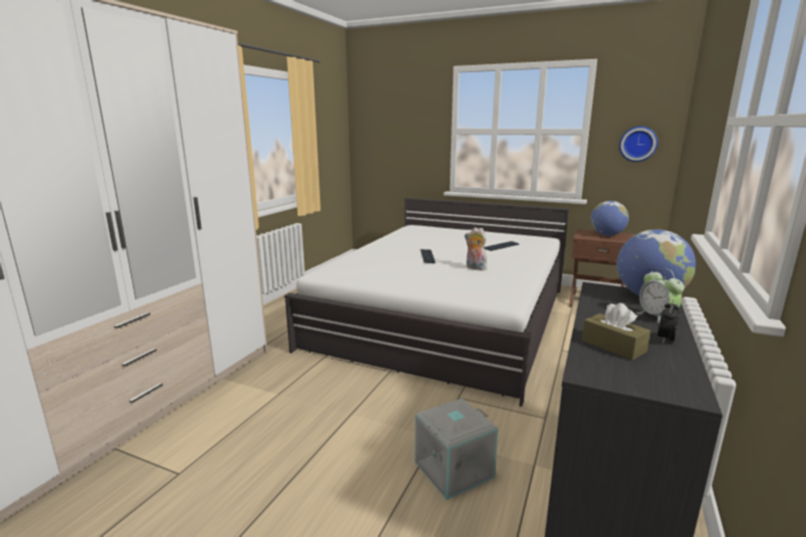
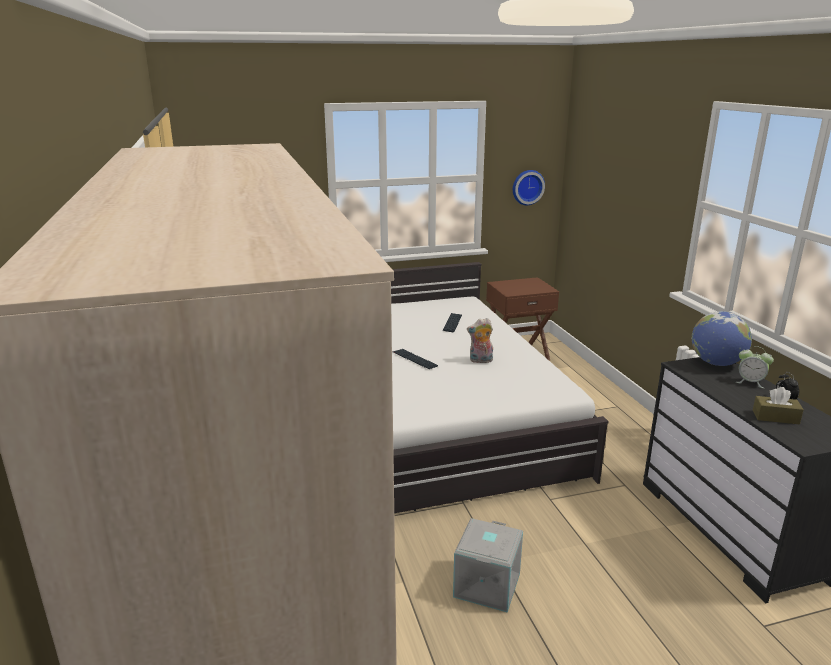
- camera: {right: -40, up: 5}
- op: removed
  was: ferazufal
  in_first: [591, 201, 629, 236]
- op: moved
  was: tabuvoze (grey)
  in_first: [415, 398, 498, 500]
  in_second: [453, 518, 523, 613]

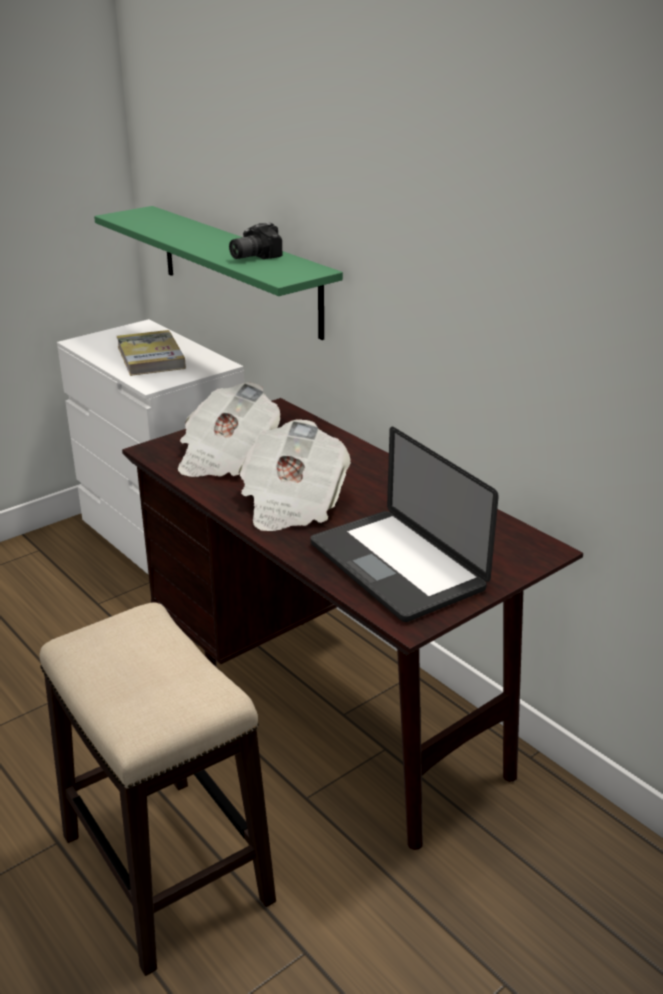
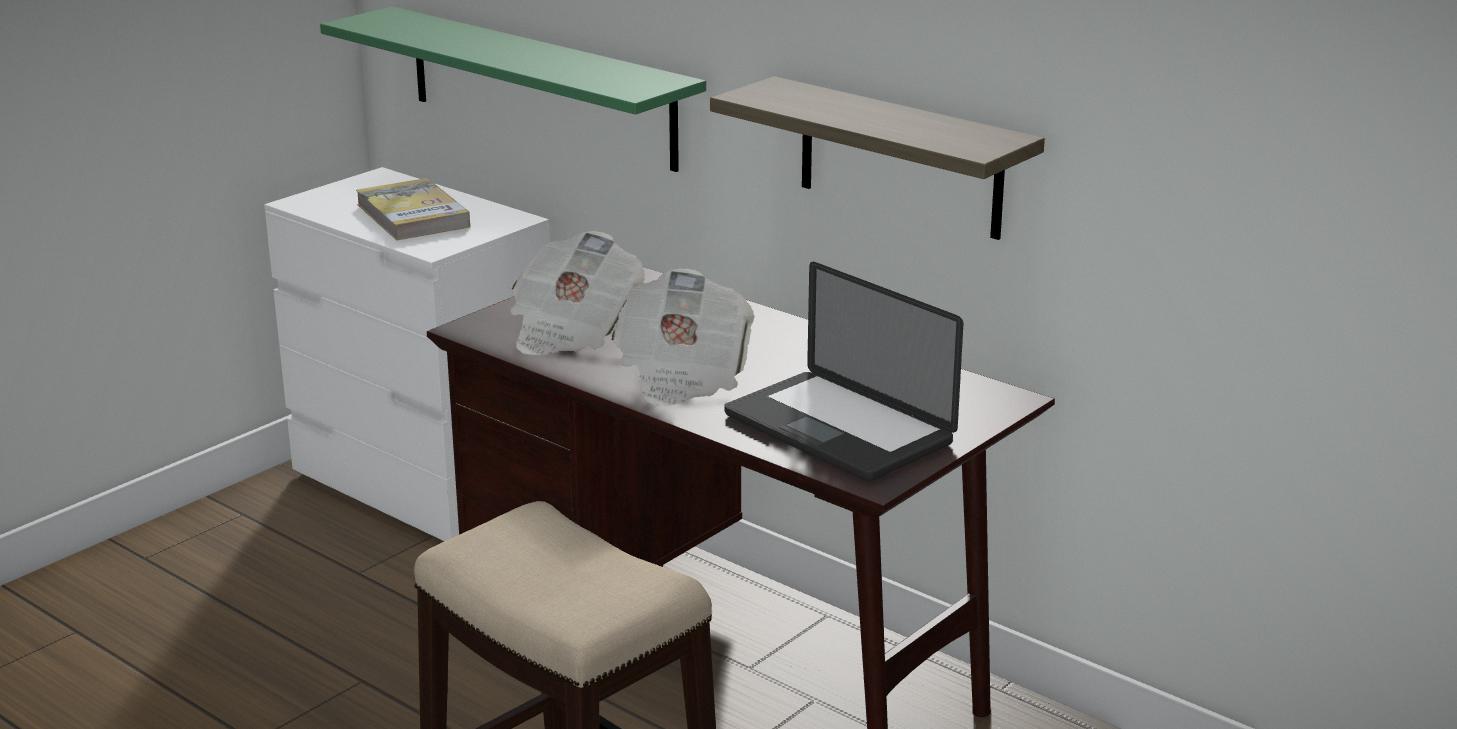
- camera: {right: -10, up: -5}
- op: removed
  was: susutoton
  in_first: [229, 222, 282, 259]
- op: added
  now: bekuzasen
  in_second: [710, 76, 1045, 240]

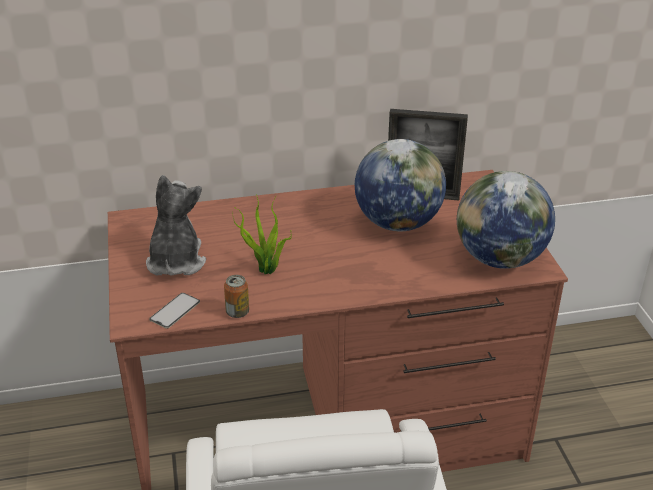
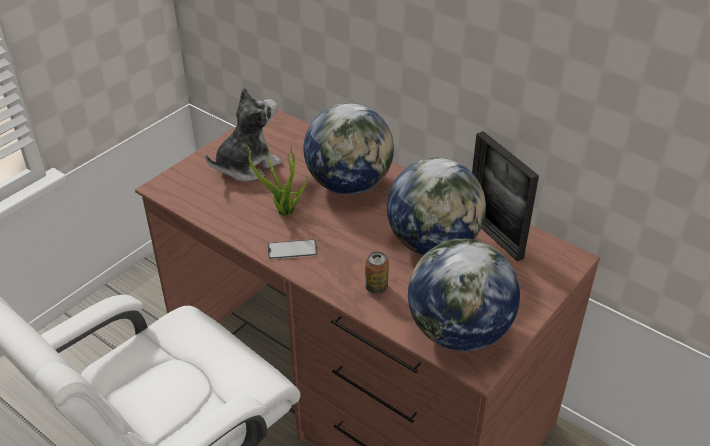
- camera: {right: 50, up: 5}
- op: moved
  was: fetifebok
  in_first: [224, 275, 249, 318]
  in_second: [365, 251, 389, 294]
- op: moved
  was: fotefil
  in_first: [149, 293, 200, 329]
  in_second: [268, 239, 317, 259]
- op: added
  now: ferazufal
  in_second: [304, 103, 394, 195]

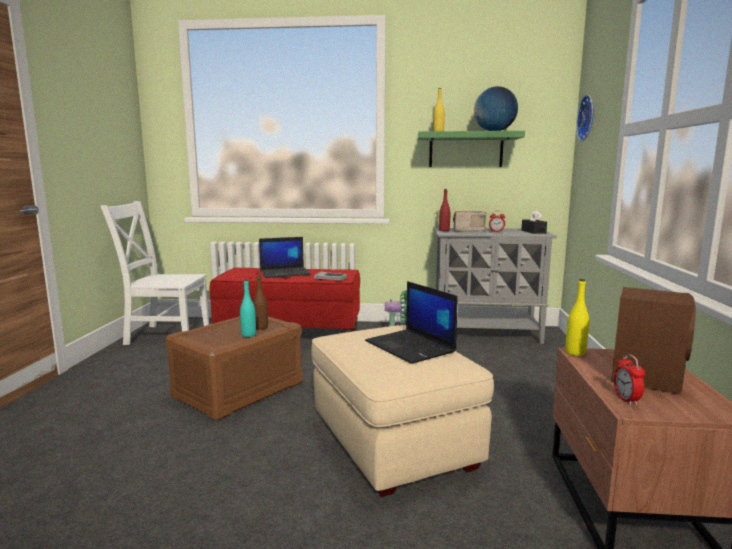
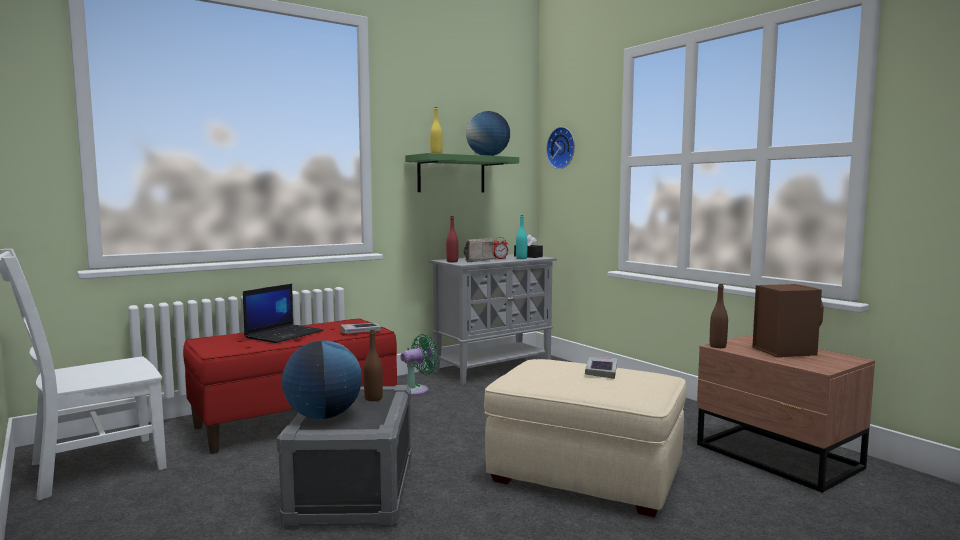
- camera: {right: -40, up: -5}
- op: moved
  was: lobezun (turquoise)
  in_first: [240, 279, 256, 337]
  in_second: [516, 215, 527, 259]
- op: recoloured
  was: lobezun (yellow)
  now: lobezun (brown)
  in_first: [566, 279, 589, 356]
  in_second: [710, 284, 728, 348]
- op: replaced
  was: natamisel
  now: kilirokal
  in_first: [365, 281, 458, 364]
  in_second: [585, 357, 618, 379]
- op: recoloured
  was: tabuvoze (brown)
  now: tabuvoze (grey)
  in_first: [165, 316, 302, 421]
  in_second: [277, 385, 412, 528]
- op: removed
  was: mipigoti
  in_first: [614, 354, 645, 405]
- op: added
  now: ferazufal
  in_second: [282, 340, 362, 419]

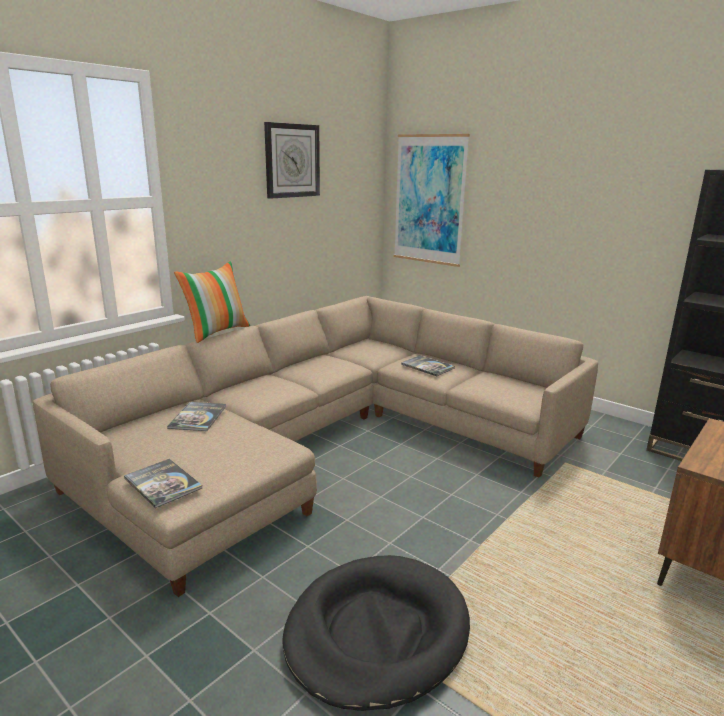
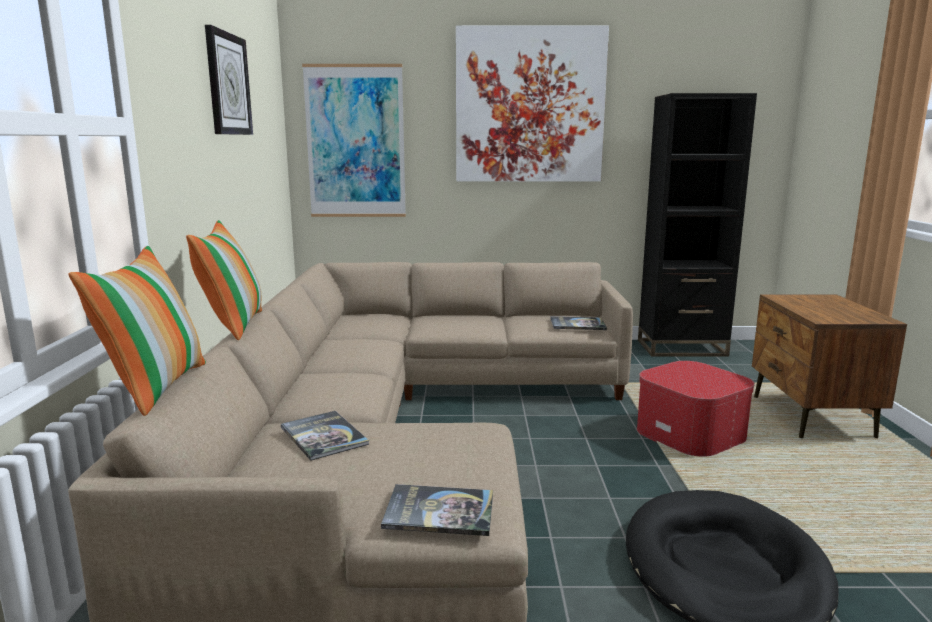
- camera: {right: -40, up: -5}
- op: moved
  was: kilirokal
  in_first: [401, 355, 455, 376]
  in_second: [550, 316, 607, 330]
- op: added
  now: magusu
  in_second: [456, 26, 609, 182]
- op: added
  now: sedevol
  in_second: [68, 246, 206, 416]
- op: added
  now: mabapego
  in_second: [637, 361, 755, 457]

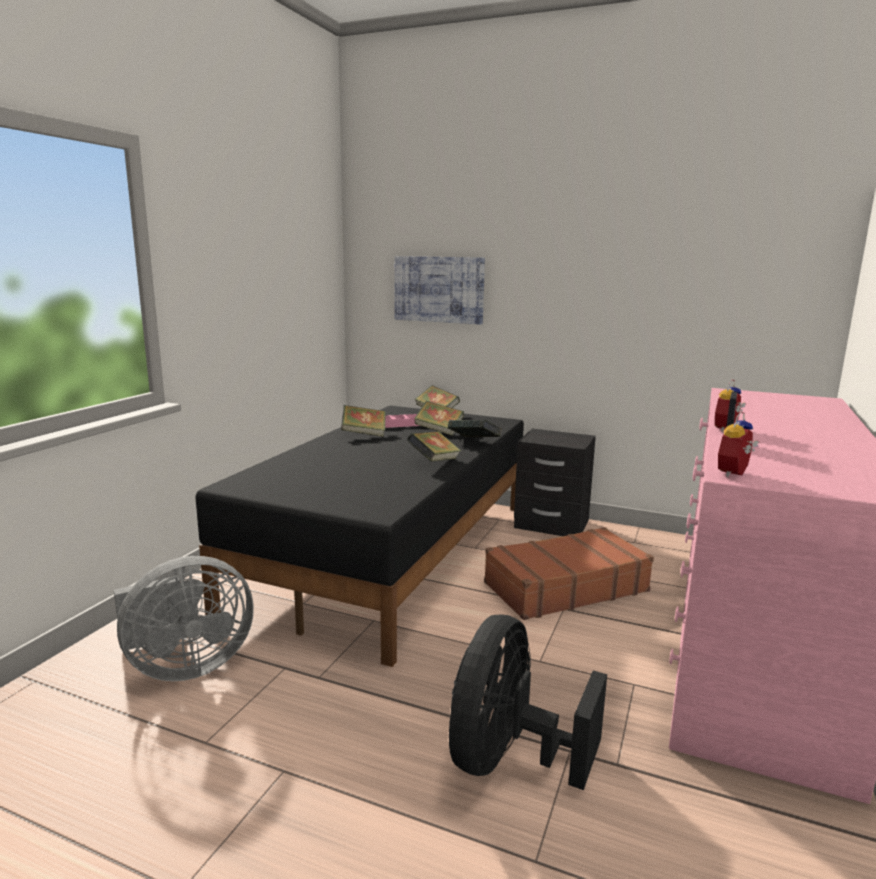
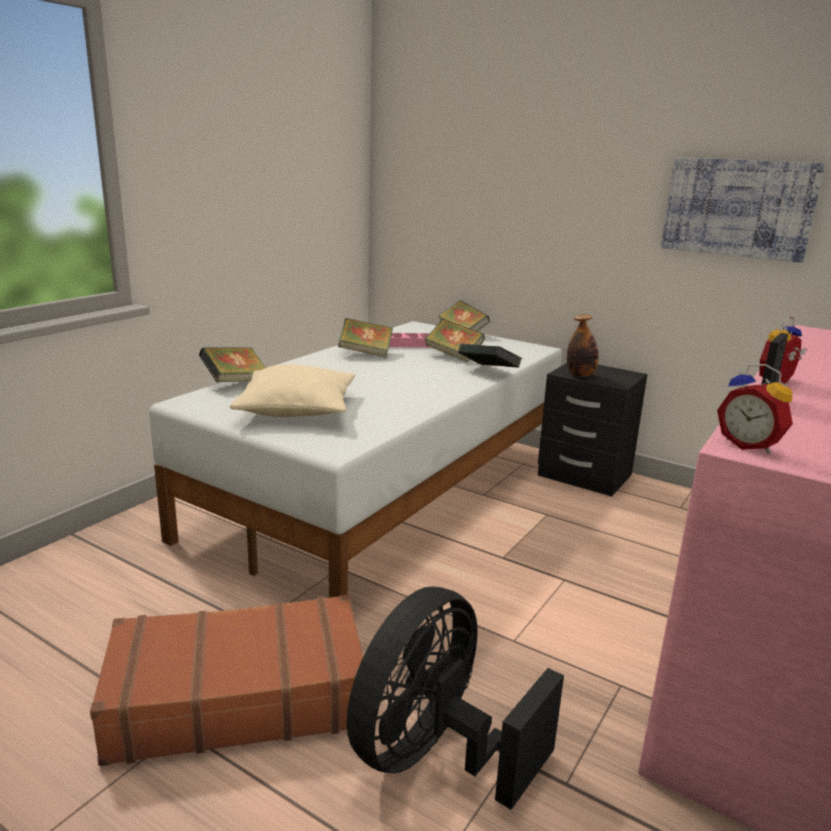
- camera: {right: 10, up: 5}
- op: moved
  was: magusu
  in_first: [394, 256, 485, 325]
  in_second: [661, 157, 825, 263]
- op: recoloured
  was: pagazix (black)
  now: pagazix (white)
  in_first: [196, 405, 524, 667]
  in_second: [149, 321, 562, 598]
- op: turned
  was: mipigoti
  in_first: [718, 411, 759, 477]
  in_second: [717, 364, 793, 454]
  clockwise: -90
- op: moved
  was: kilirokal
  in_first: [407, 431, 461, 462]
  in_second: [199, 347, 266, 382]
- op: moved
  was: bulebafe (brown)
  in_first: [484, 527, 654, 620]
  in_second: [90, 595, 363, 766]
- op: removed
  was: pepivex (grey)
  in_first: [114, 556, 254, 681]
- op: added
  now: lobezun
  in_second: [567, 314, 599, 377]
- op: added
  now: sedevol (beige)
  in_second: [230, 364, 355, 417]

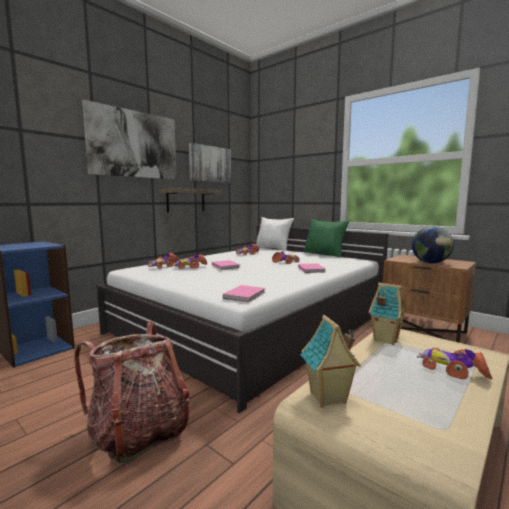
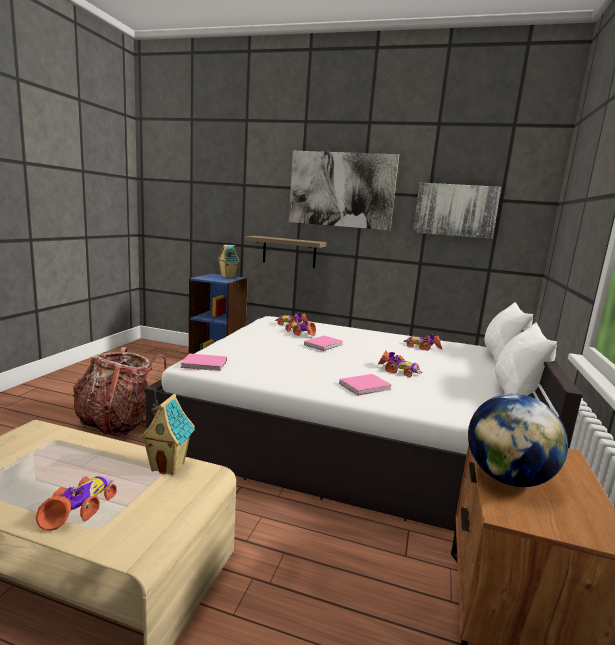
- camera: {right: 65, up: 5}
- op: moved
  was: bekuzasen
  in_first: [159, 189, 222, 212]
  in_second: [245, 236, 327, 268]
- op: recoloured
  was: sedevol (green)
  now: sedevol (white)
  in_first: [304, 219, 349, 257]
  in_second: [495, 323, 557, 395]
- op: moved
  was: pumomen
  in_first: [301, 315, 361, 408]
  in_second: [217, 245, 240, 278]

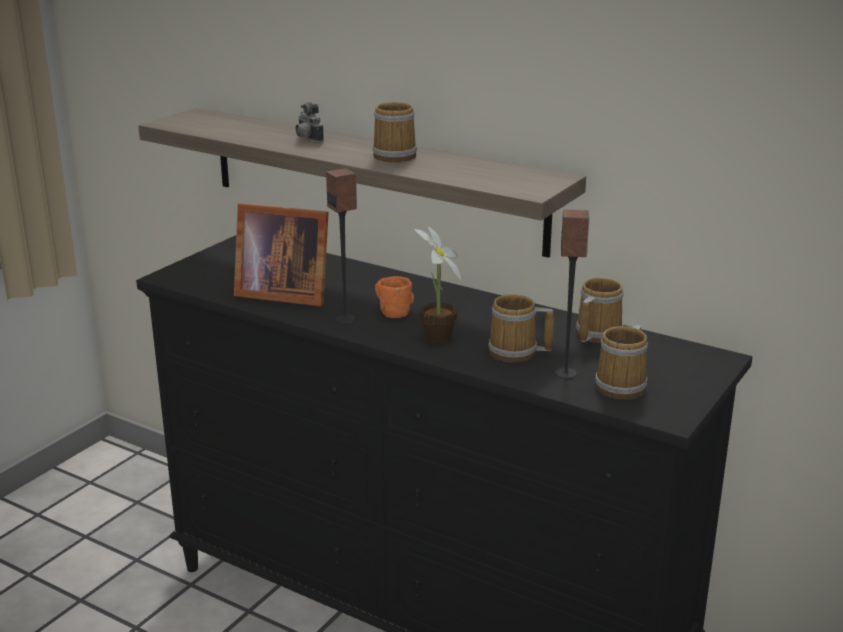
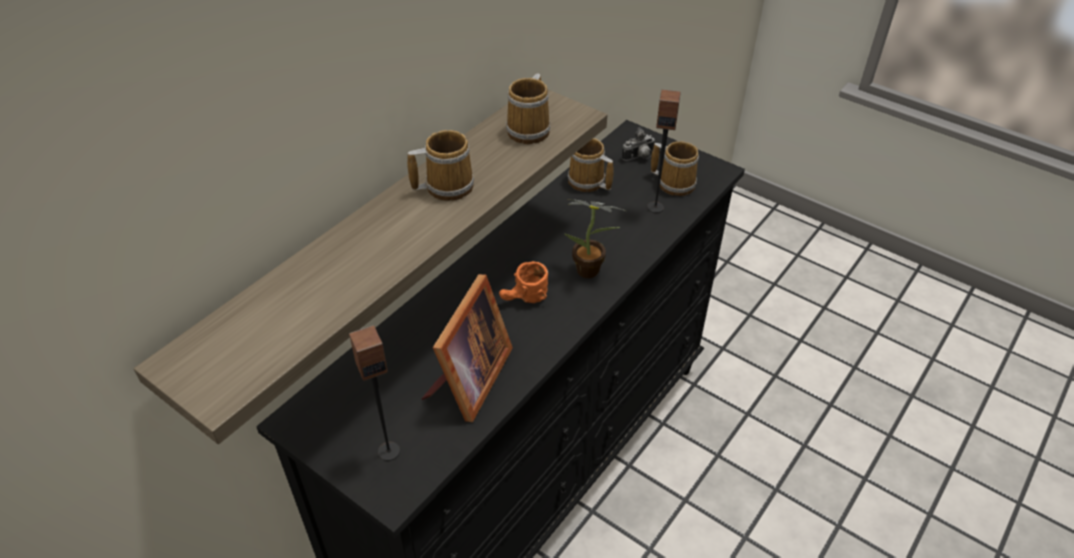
- camera: {right: -85, up: 20}
- op: moved
  was: susutoton
  in_first: [295, 102, 324, 143]
  in_second: [622, 127, 655, 161]
- op: moved
  was: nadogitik
  in_first: [326, 168, 357, 324]
  in_second: [349, 325, 400, 461]
- op: moved
  was: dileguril
  in_first: [488, 294, 554, 363]
  in_second: [506, 74, 550, 144]

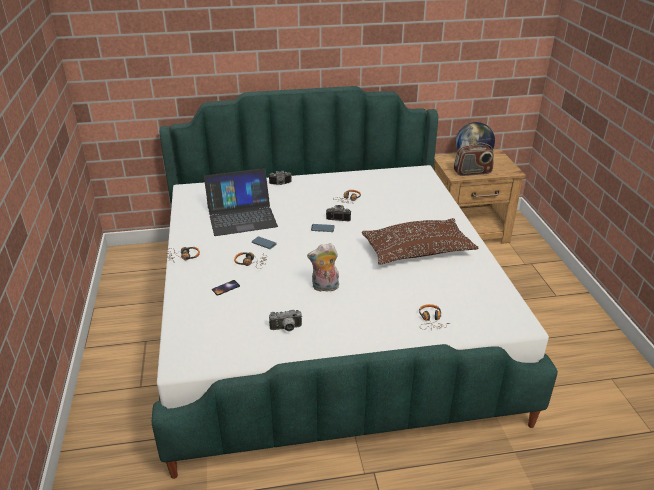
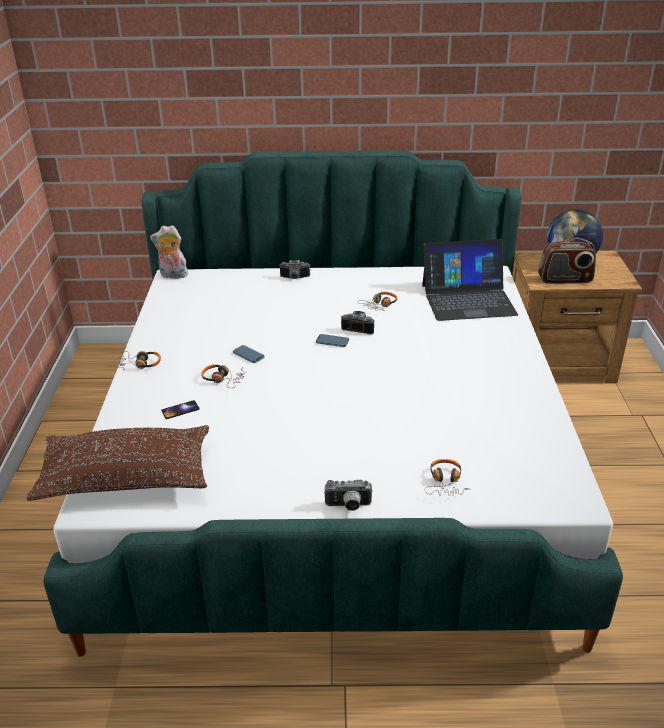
- camera: {right: 10, up: 0}
- op: moved
  was: natamisel
  in_first: [204, 168, 278, 236]
  in_second: [422, 239, 518, 321]
- op: moved
  was: sedevol (brown)
  in_first: [362, 218, 478, 265]
  in_second: [26, 425, 209, 501]
- op: moved
  was: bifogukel
  in_first: [307, 243, 339, 292]
  in_second: [150, 225, 188, 279]
- op: moved
  was: susutoton
  in_first: [269, 310, 302, 331]
  in_second: [324, 480, 373, 511]

